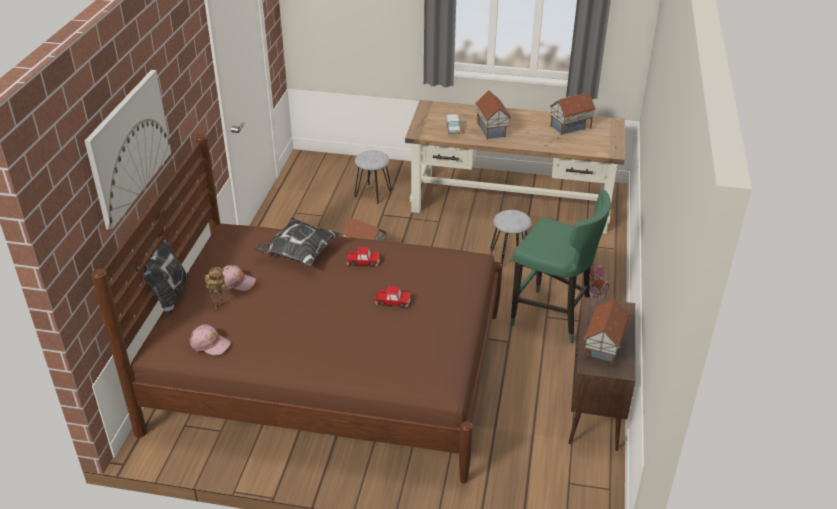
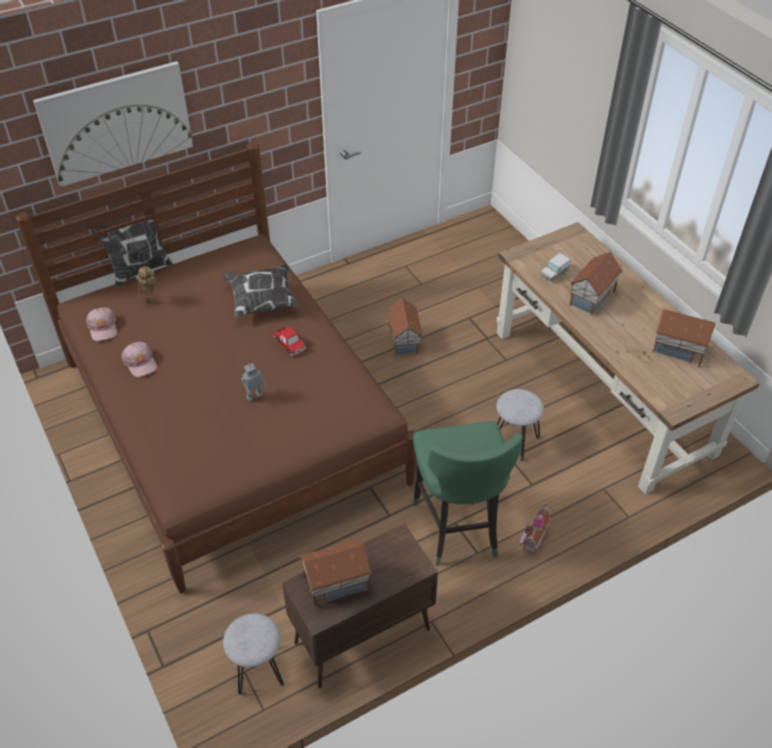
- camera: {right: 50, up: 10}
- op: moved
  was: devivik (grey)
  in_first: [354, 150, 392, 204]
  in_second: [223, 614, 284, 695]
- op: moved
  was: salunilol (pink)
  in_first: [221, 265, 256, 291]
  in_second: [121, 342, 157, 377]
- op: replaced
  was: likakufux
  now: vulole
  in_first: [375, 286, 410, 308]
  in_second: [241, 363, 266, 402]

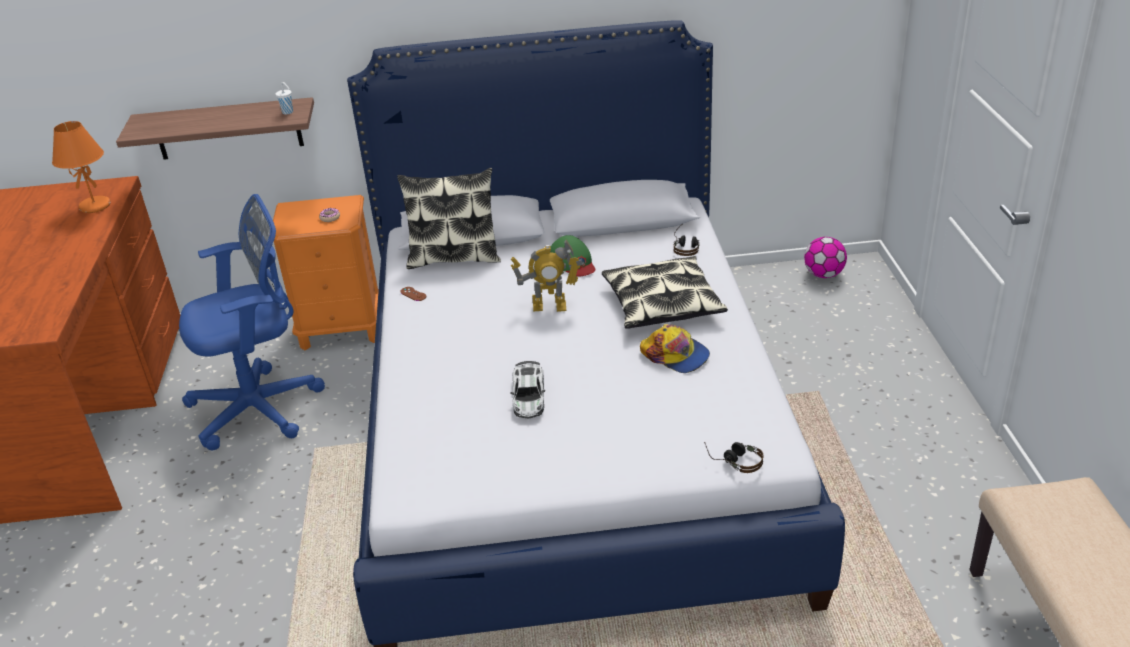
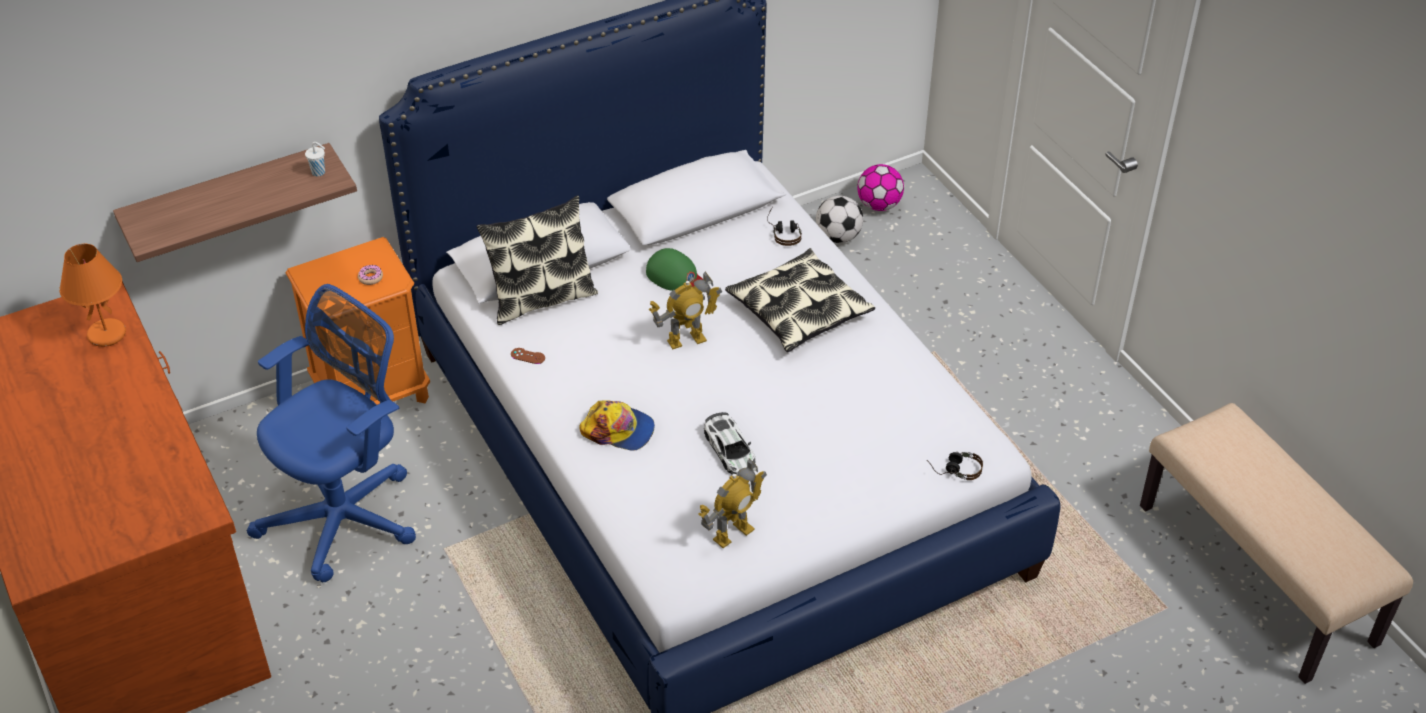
- camera: {right: -25, up: 10}
- op: moved
  was: salunilol
  in_first: [640, 324, 710, 373]
  in_second: [579, 400, 655, 451]
- op: added
  now: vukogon
  in_second: [816, 196, 863, 243]
- op: added
  now: vulole
  in_second: [698, 459, 767, 548]

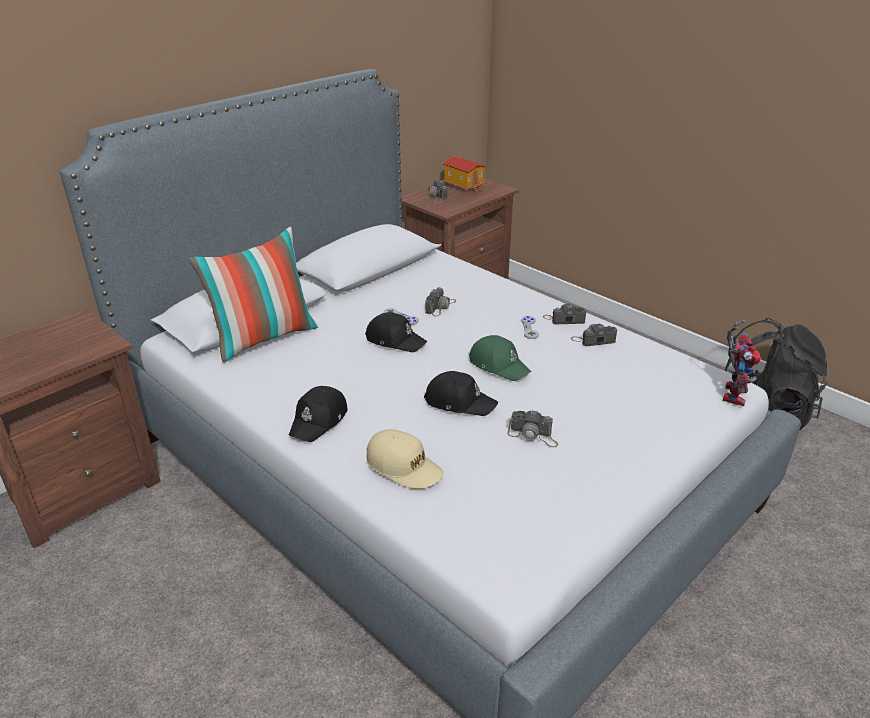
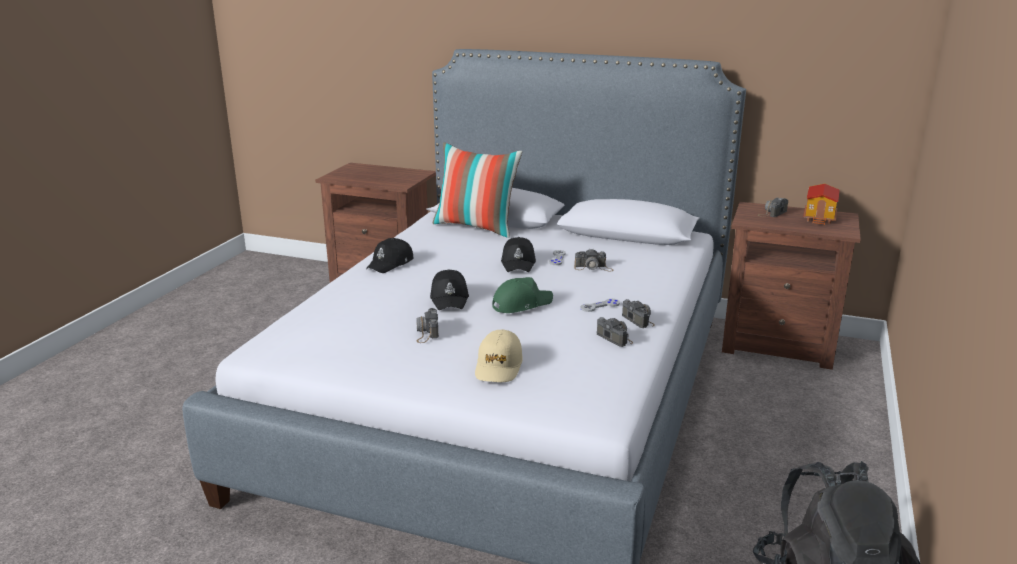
- camera: {right: 65, up: -10}
- op: removed
  was: vulole
  in_first: [723, 320, 761, 406]
- op: turned
  was: salunilol (green)
  in_first: [469, 335, 531, 381]
  in_second: [492, 277, 553, 313]
  clockwise: -135
- op: turned
  was: salunilol (black)
  in_first: [289, 386, 348, 442]
  in_second: [366, 238, 413, 273]
  clockwise: -60
- op: moved
  was: salunilol (beige)
  in_first: [367, 429, 444, 489]
  in_second: [475, 329, 523, 382]

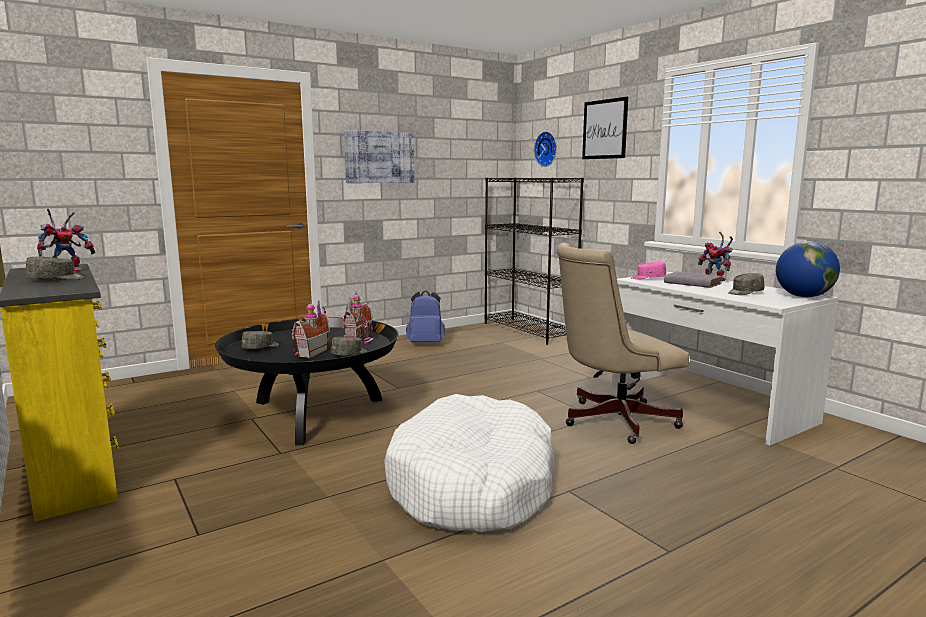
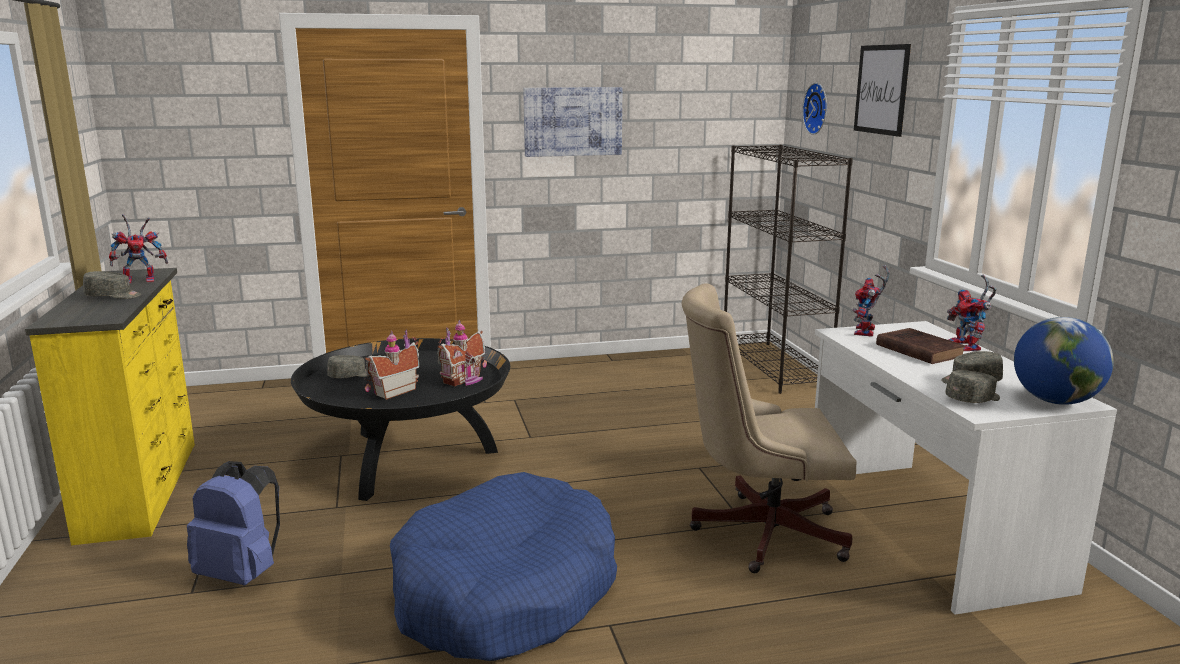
- camera: {right: 20, up: 5}
- op: replaced
  was: salunilol (pink)
  now: vulole
  in_first: [631, 262, 666, 279]
  in_second: [853, 265, 890, 337]
- op: recoloured
  was: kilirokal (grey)
  now: kilirokal (brown)
  in_first: [664, 272, 722, 288]
  in_second: [876, 328, 966, 364]
- op: moved
  was: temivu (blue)
  in_first: [406, 290, 445, 342]
  in_second: [187, 461, 280, 585]
- op: moved
  was: salunilol (grey)
  in_first: [331, 337, 367, 355]
  in_second: [945, 370, 1000, 403]
- op: recoloured
  was: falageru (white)
  now: falageru (blue)
  in_first: [384, 394, 554, 532]
  in_second: [390, 472, 617, 661]

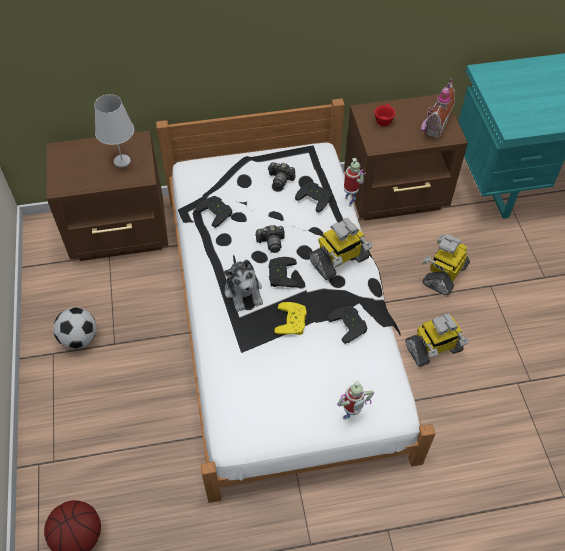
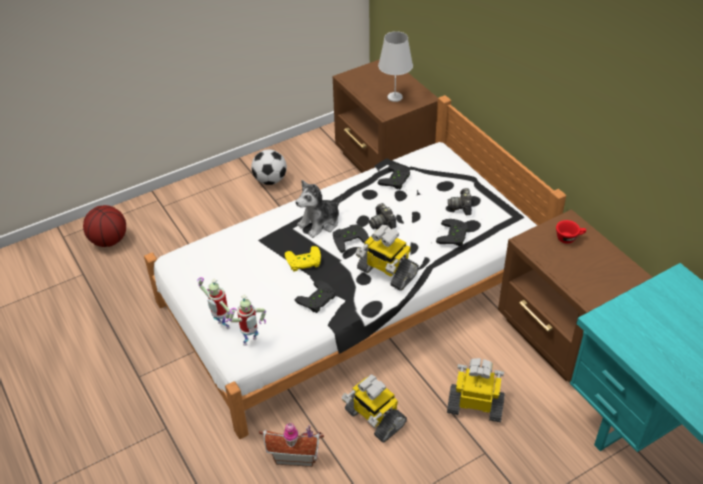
- camera: {right: 70, up: -10}
- op: moved
  was: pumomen
  in_first: [421, 78, 455, 139]
  in_second: [259, 423, 324, 467]
- op: moved
  was: vulole
  in_first: [344, 158, 366, 207]
  in_second: [229, 294, 266, 346]

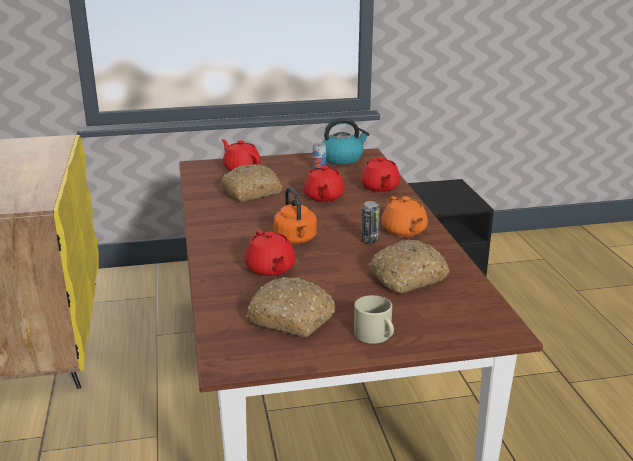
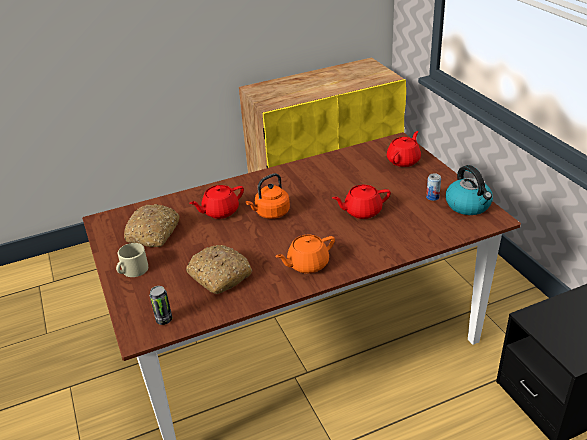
- camera: {right: 80, up: 10}
- op: removed
  was: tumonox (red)
  in_first: [360, 157, 400, 192]
- op: removed
  was: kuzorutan
  in_first: [221, 164, 282, 202]
- op: moved
  was: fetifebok
  in_first: [361, 201, 380, 243]
  in_second: [150, 286, 172, 325]

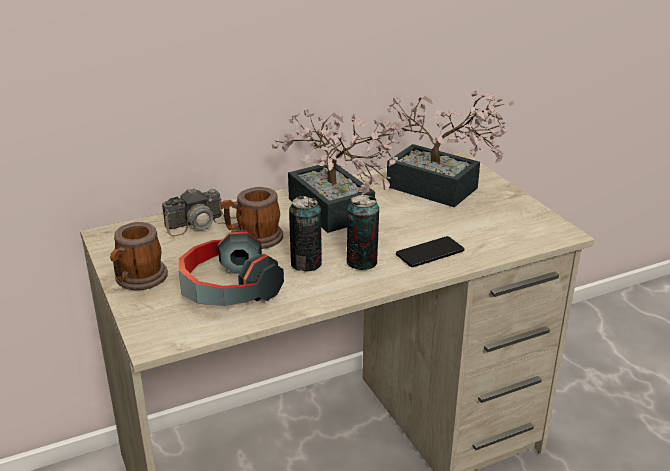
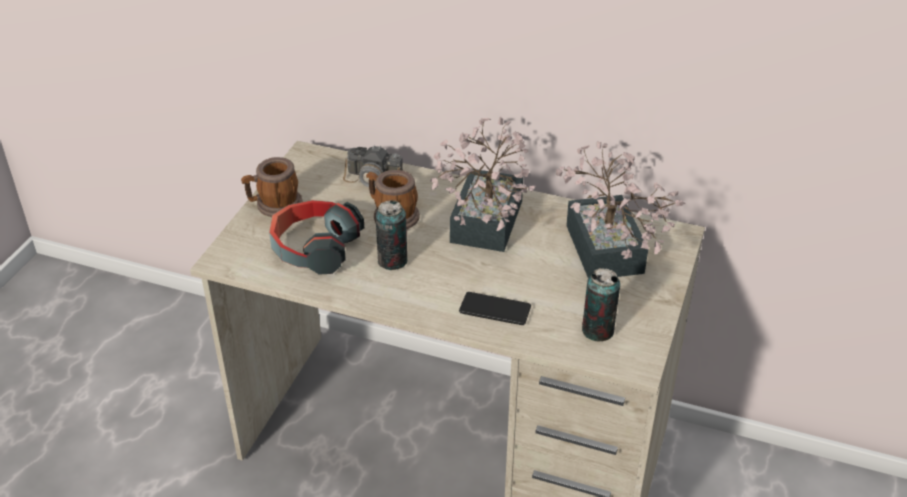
- camera: {right: 45, up: 10}
- op: moved
  was: fetifebok
  in_first: [346, 195, 379, 270]
  in_second: [582, 268, 620, 341]

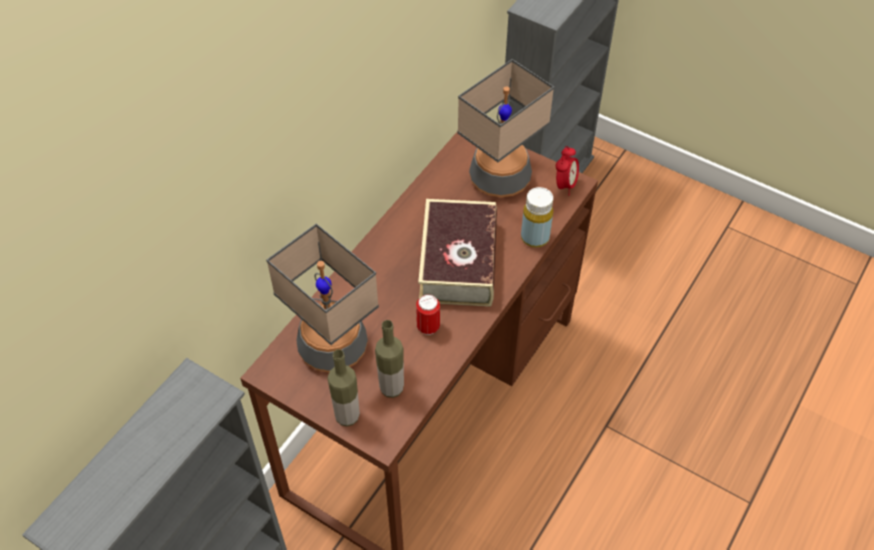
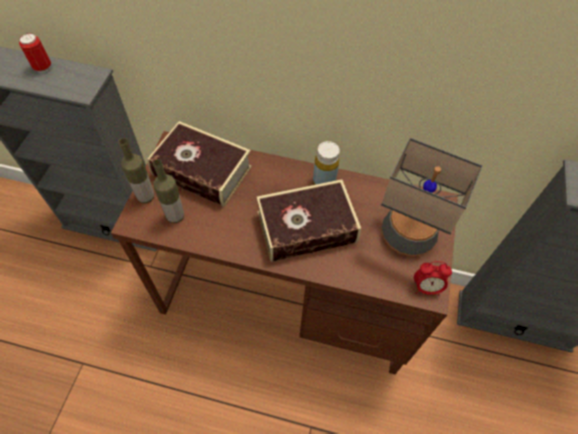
- camera: {right: 70, up: 5}
- op: moved
  was: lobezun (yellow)
  in_first: [521, 187, 553, 247]
  in_second: [313, 141, 340, 185]
- op: replaced
  was: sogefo
  now: kilirokal
  in_first: [266, 224, 379, 372]
  in_second: [147, 121, 252, 207]
- op: moved
  was: fetifebok
  in_first: [416, 294, 440, 335]
  in_second: [19, 33, 51, 73]

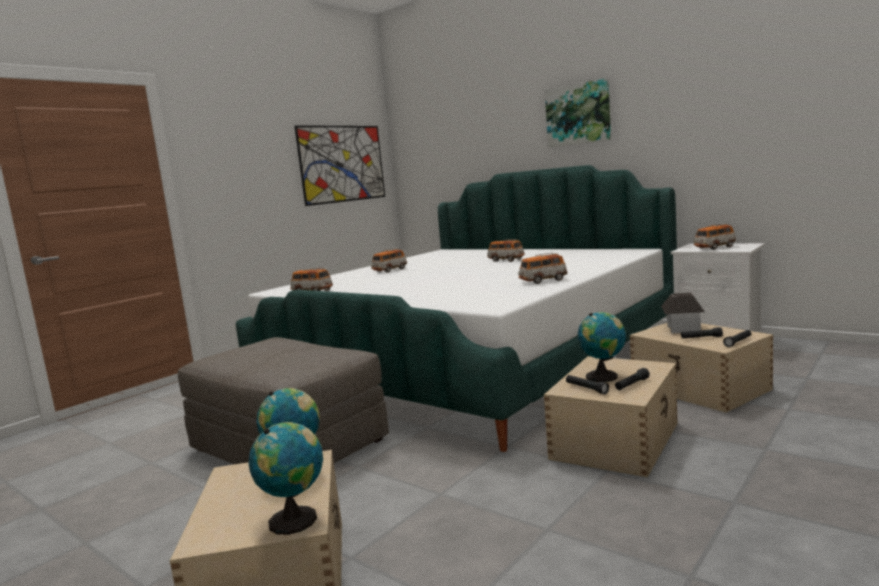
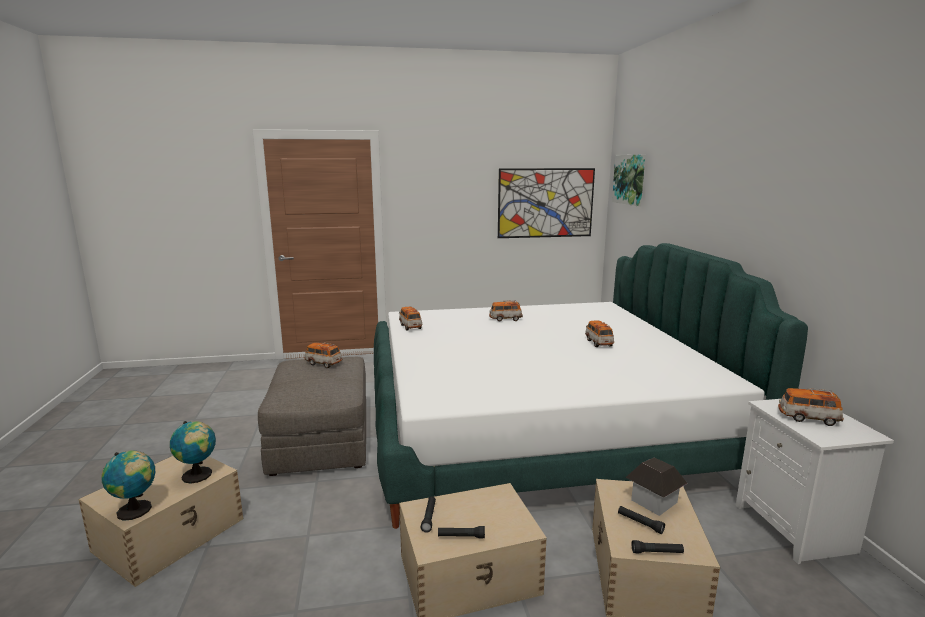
- camera: {right: 40, up: 5}
- op: moved
  was: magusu
  in_first: [545, 78, 611, 147]
  in_second: [612, 155, 645, 206]
- op: moved
  was: likakufux
  in_first: [518, 253, 568, 284]
  in_second: [305, 343, 342, 368]
- op: removed
  was: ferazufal
  in_first: [578, 312, 626, 382]

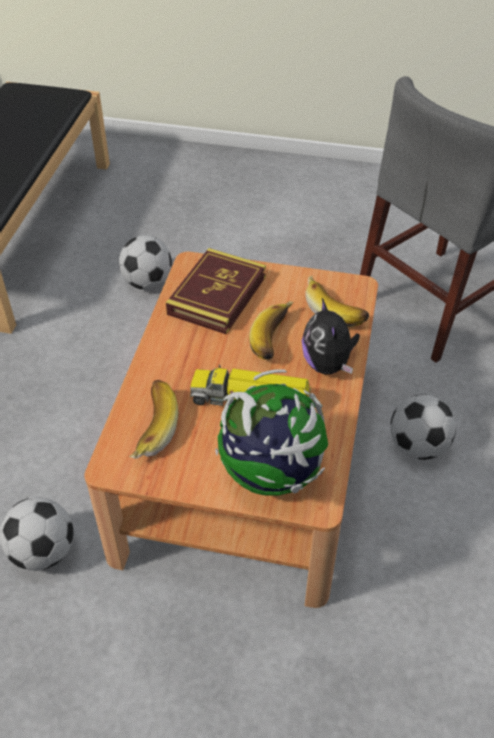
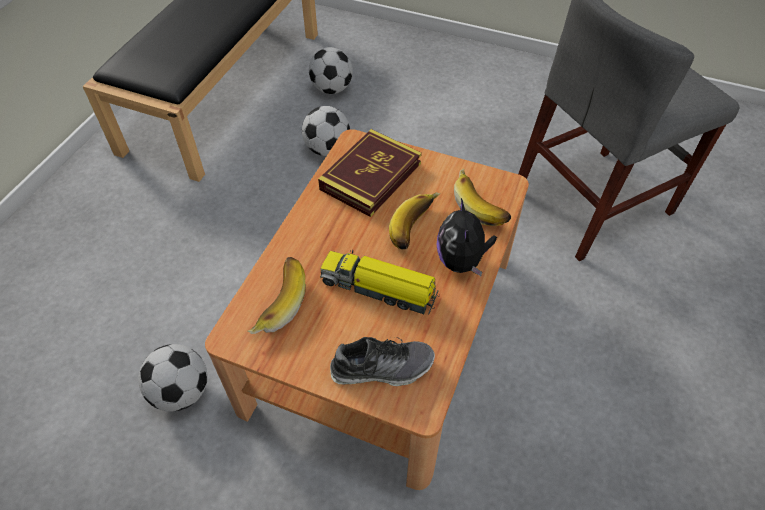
- camera: {right: 10, up: 5}
- op: replaced
  was: ferazufal
  now: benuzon
  in_first: [215, 369, 328, 496]
  in_second: [330, 337, 435, 386]
- op: moved
  was: vukogon
  in_first: [390, 394, 456, 460]
  in_second: [309, 47, 353, 94]

